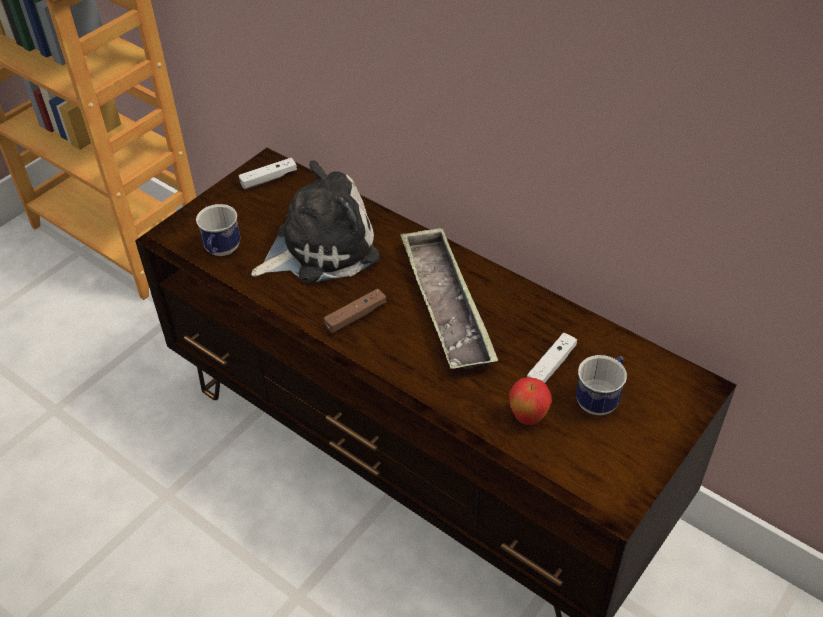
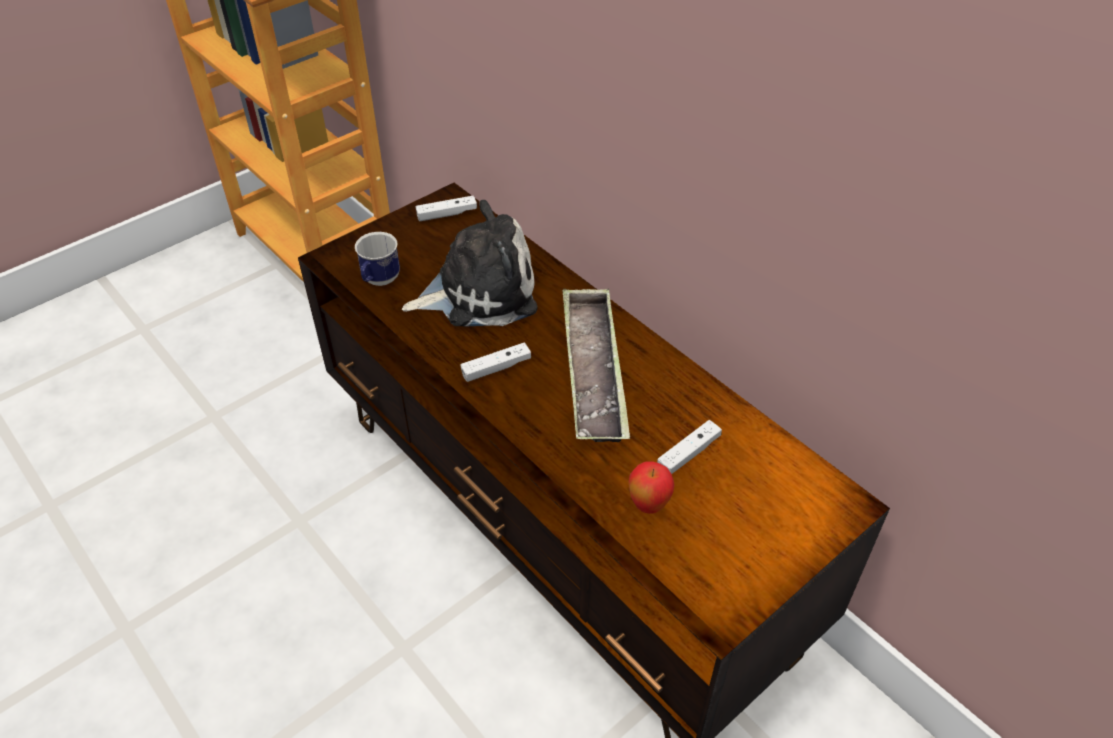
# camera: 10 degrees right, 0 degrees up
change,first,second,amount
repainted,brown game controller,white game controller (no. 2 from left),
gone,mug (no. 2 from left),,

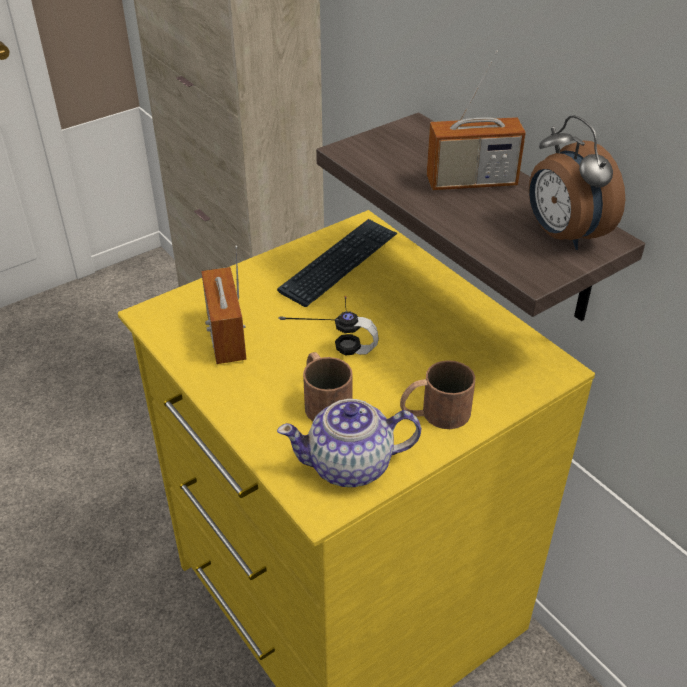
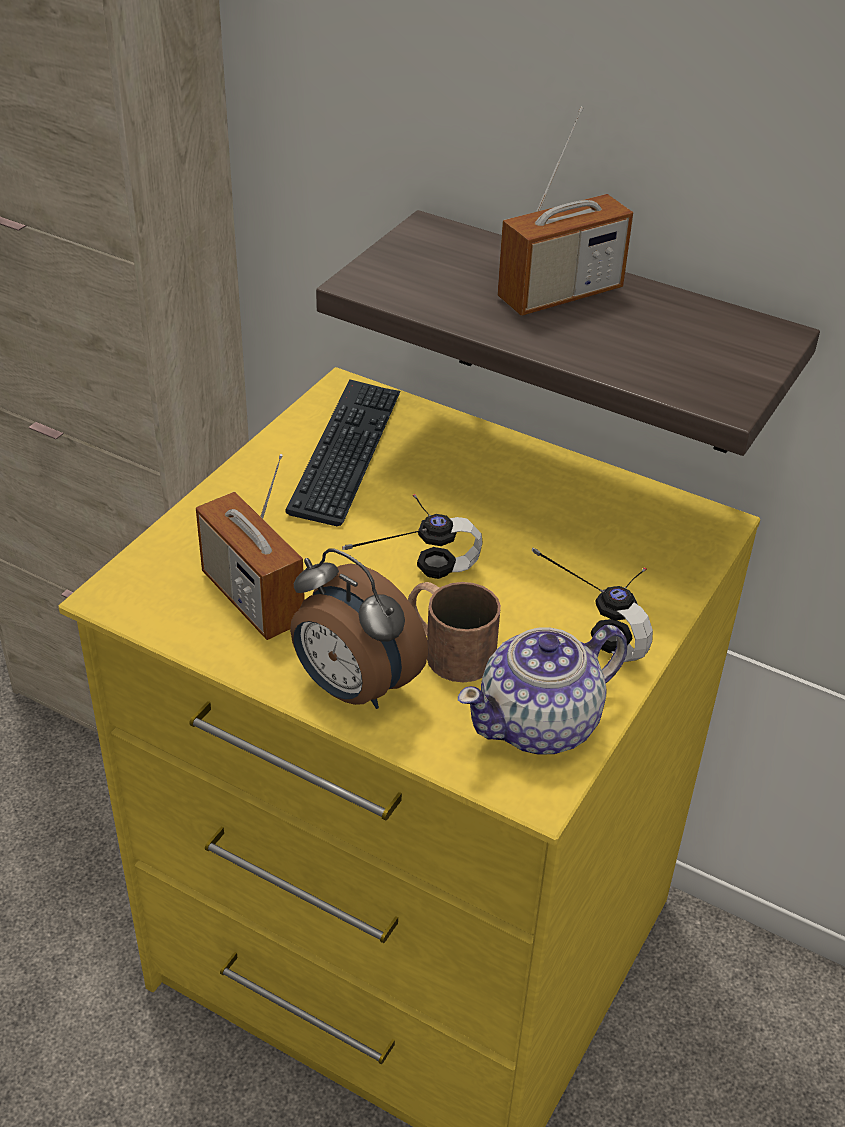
# camera: 25 degrees left, 0 degrees up
change,first,second,amount
shifted,alarm clock,,
swapped,brown mug (no. 2 from left),headphones (no. 2 from left),

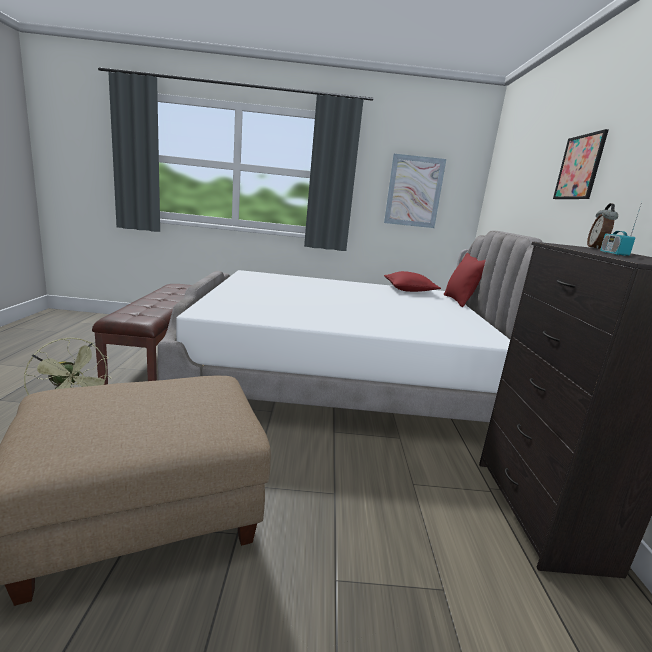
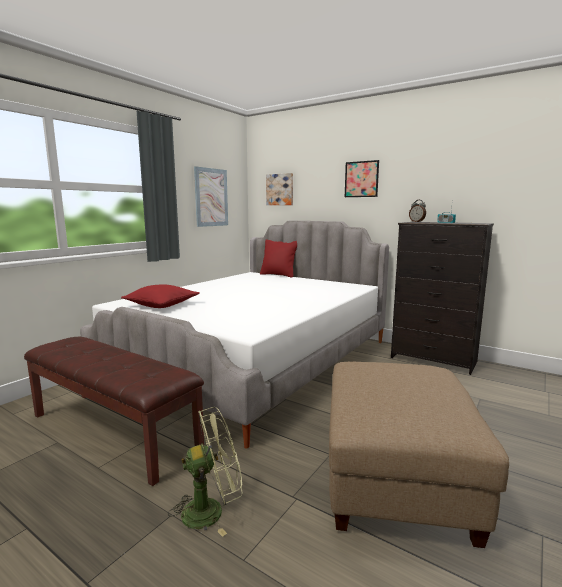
# camera: 55 degrees left, 5 degrees down
change,first,second,amount
shifted,red pillow (no. 1 from left),,
new,,picture (no. 2 from left),

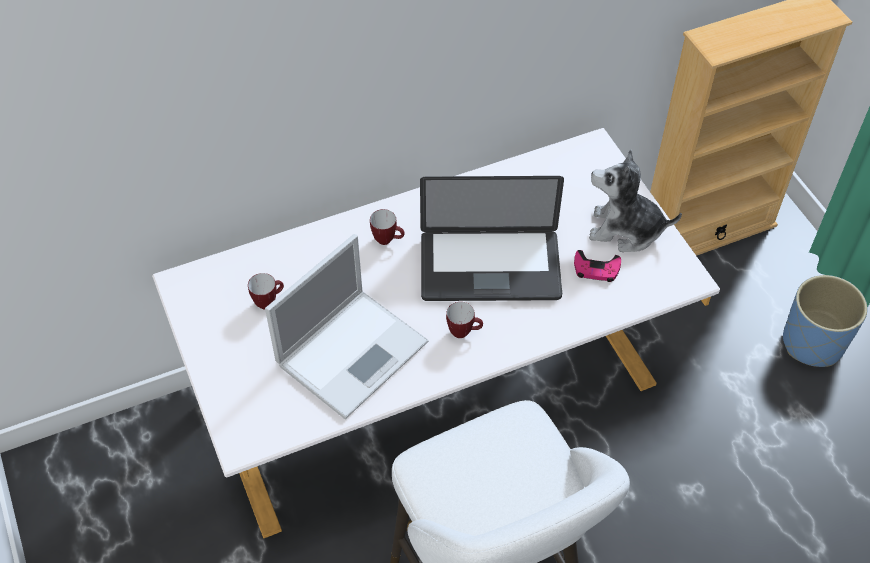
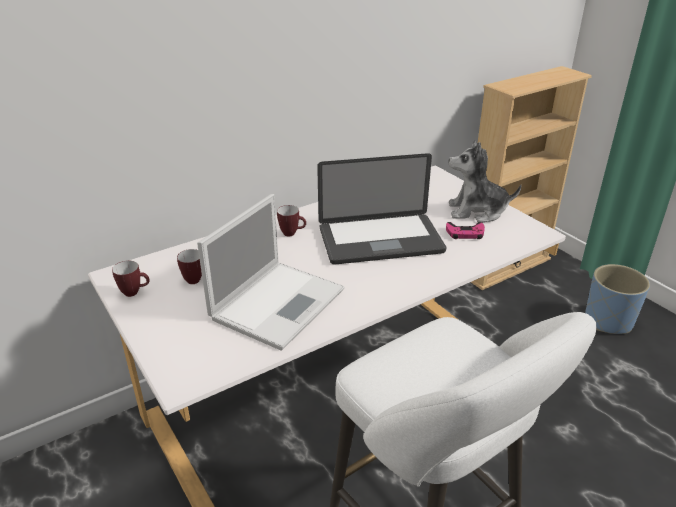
# camera: 10 degrees left, 20 degrees down
change,first,second,amount
shifted,mug (no. 3 from left in the first image),mug (no. 1 from left),

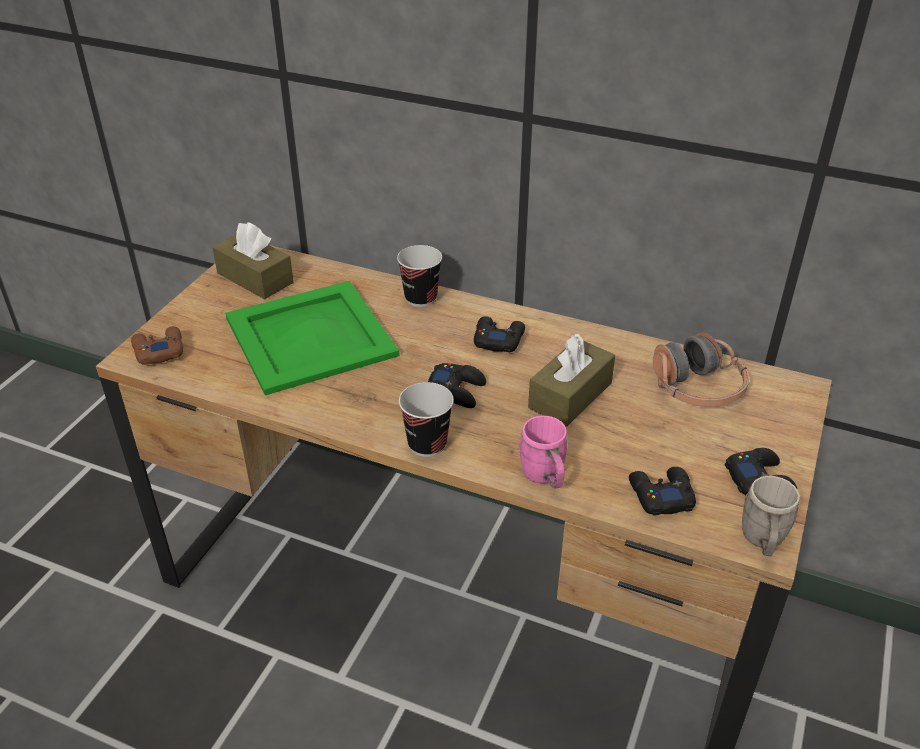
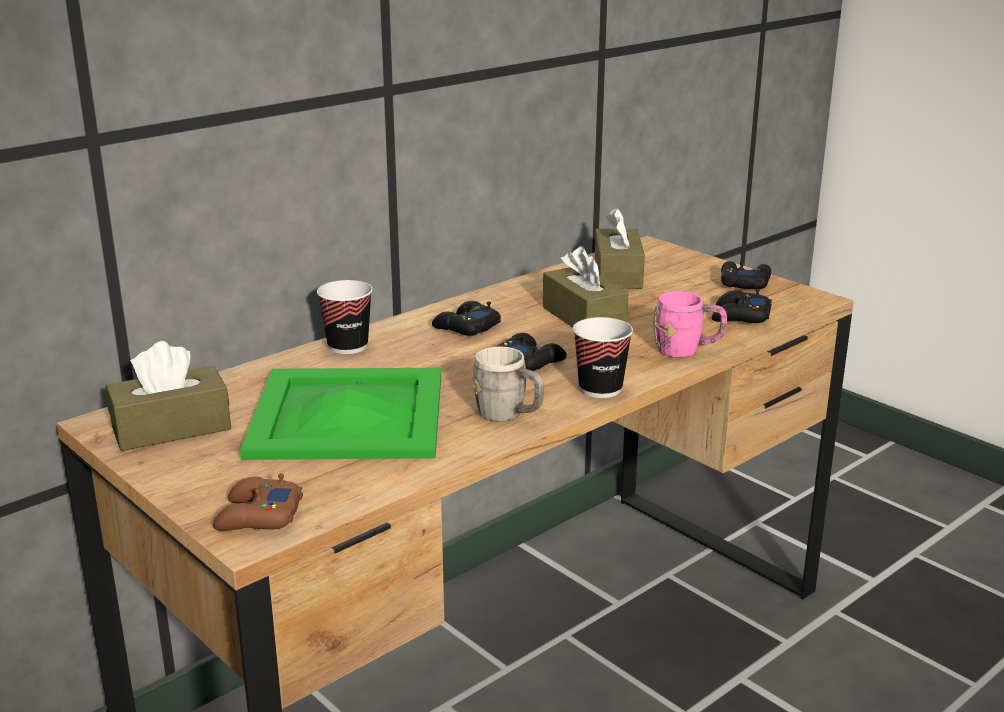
# camera: 65 degrees left, 15 degrees down
change,first,second,amount
swapped,headphones,brown tissue box (no. 3 from left),
shifted,grey mug,,

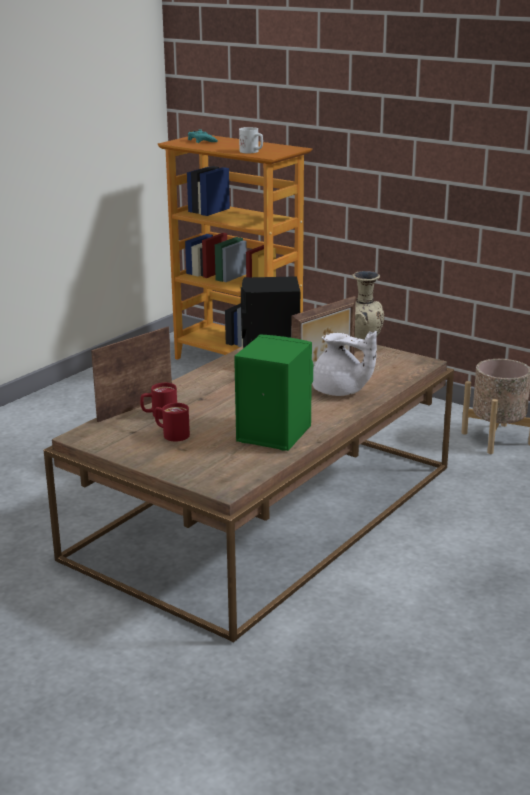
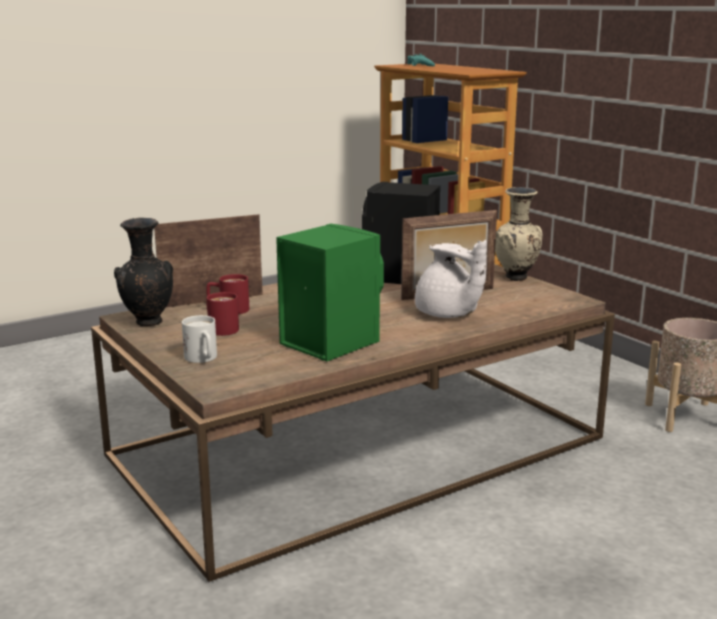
# camera: 20 degrees right, 5 degrees down
change,first,second,amount
shifted,white mug,,
new,,black vase,

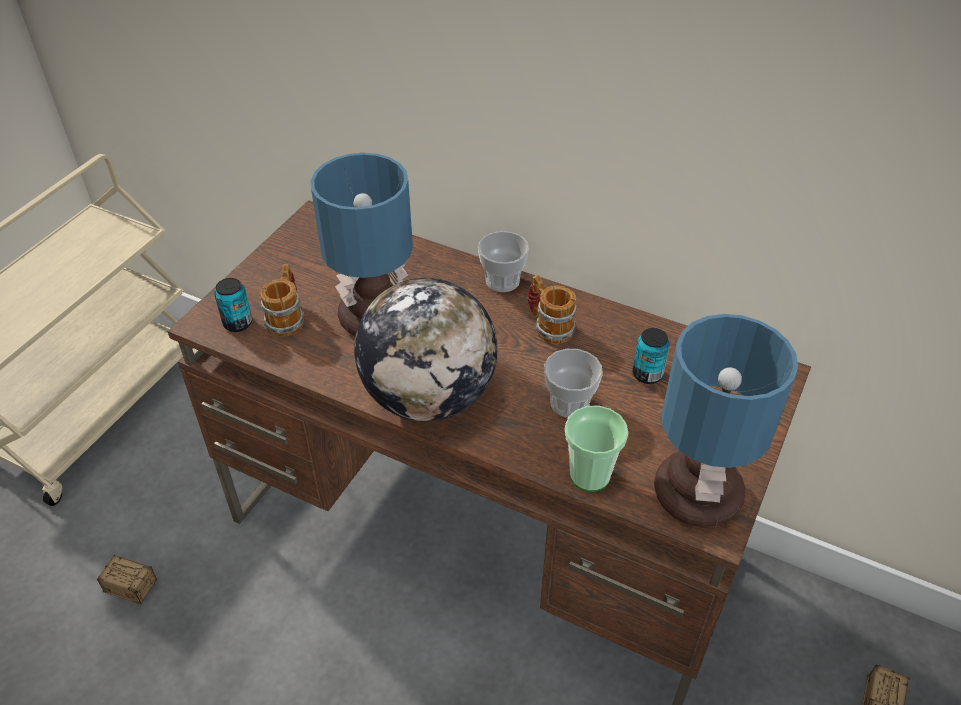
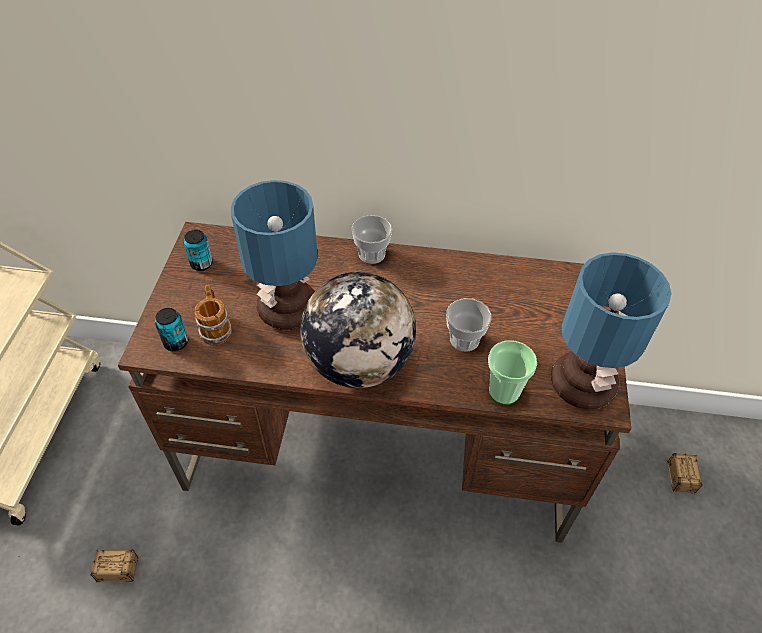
# camera: 20 degrees left, 5 degrees up
change,first,second,amount
gone,mug (no. 2 from left),,
shifted,can (no. 2 from left),,

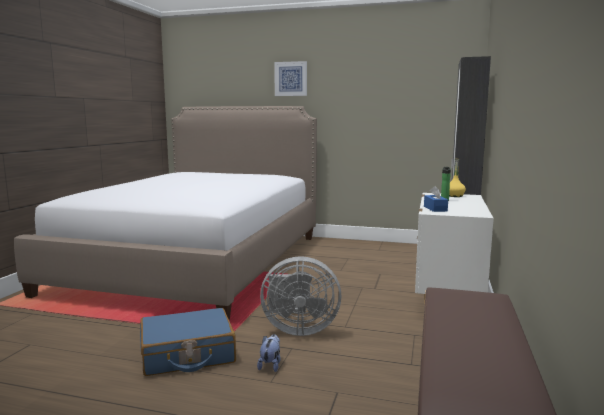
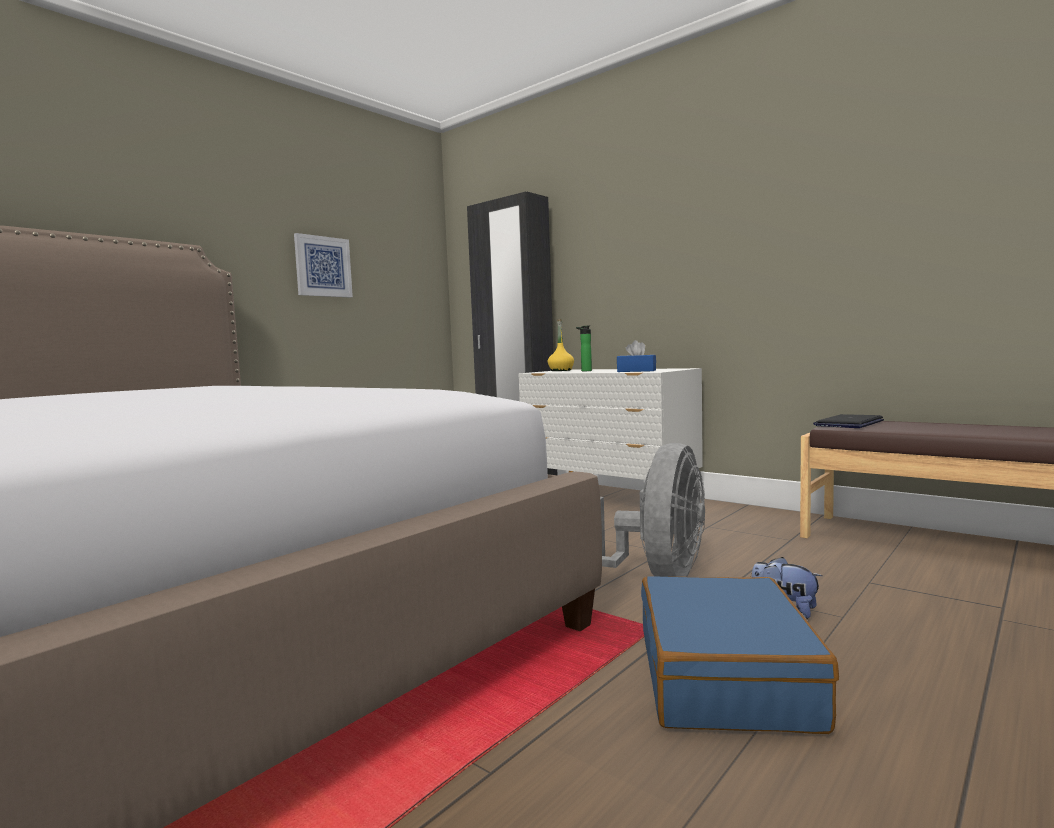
# camera: 65 degrees left, 5 degrees down
change,first,second,amount
shifted,picture,,
new,,laptop,

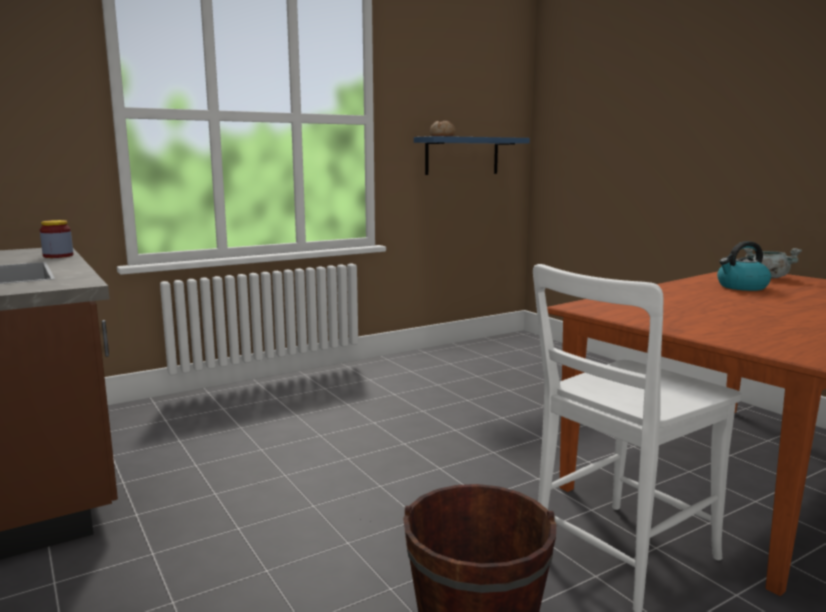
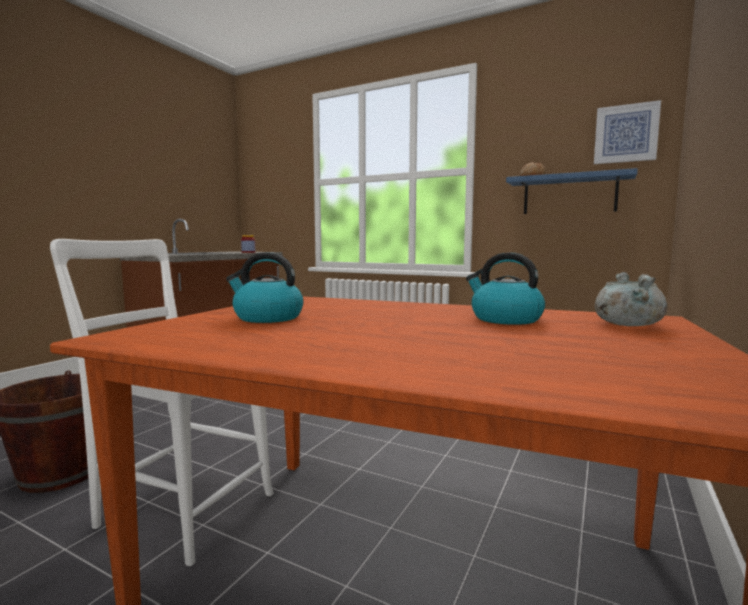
# camera: 60 degrees right, 5 degrees down
change,first,second,amount
new,,picture,
new,,kettle (no. 1 from left),

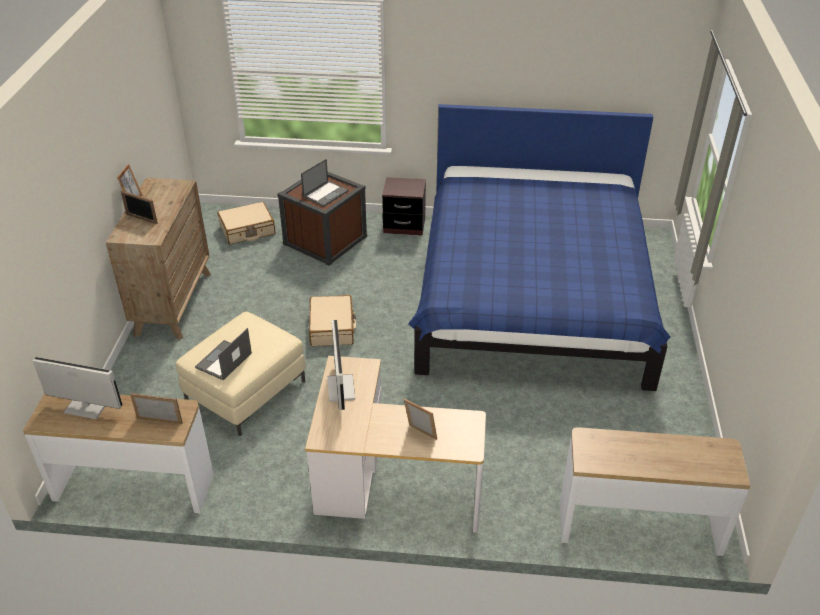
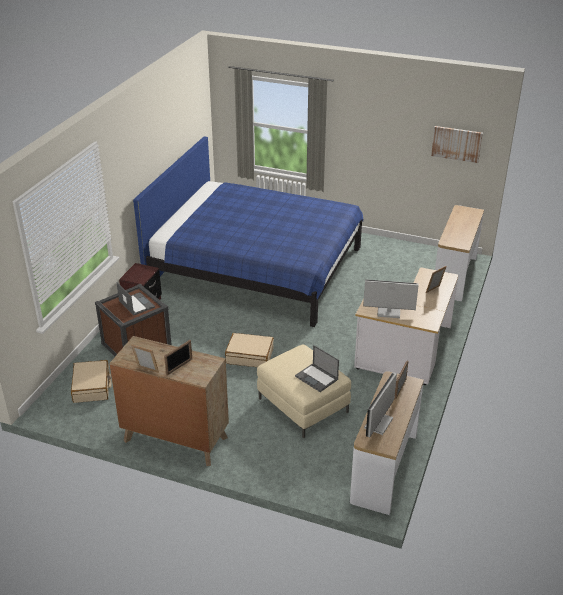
# camera: 75 degrees left, 5 degrees down
change,first,second,amount
new,,picture,

